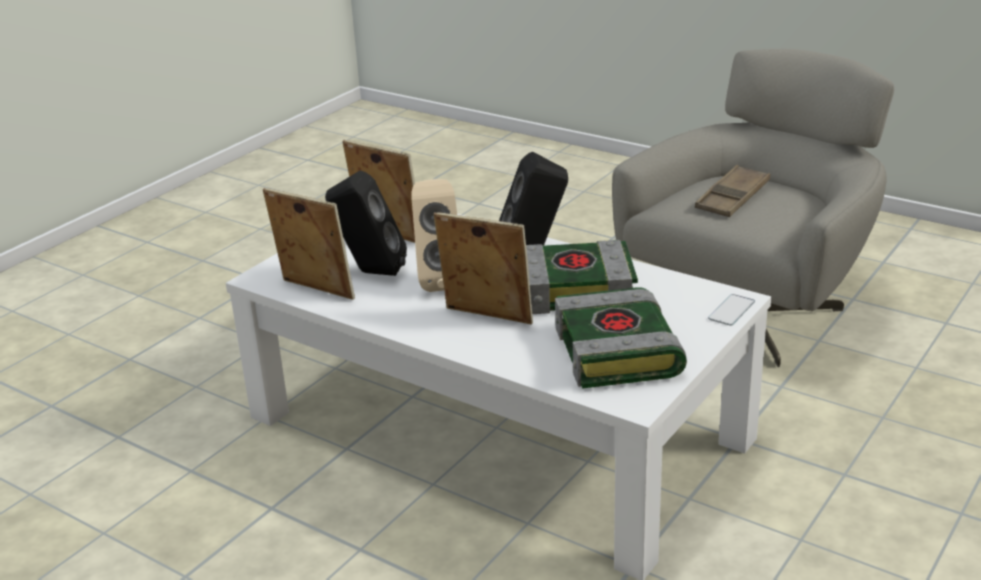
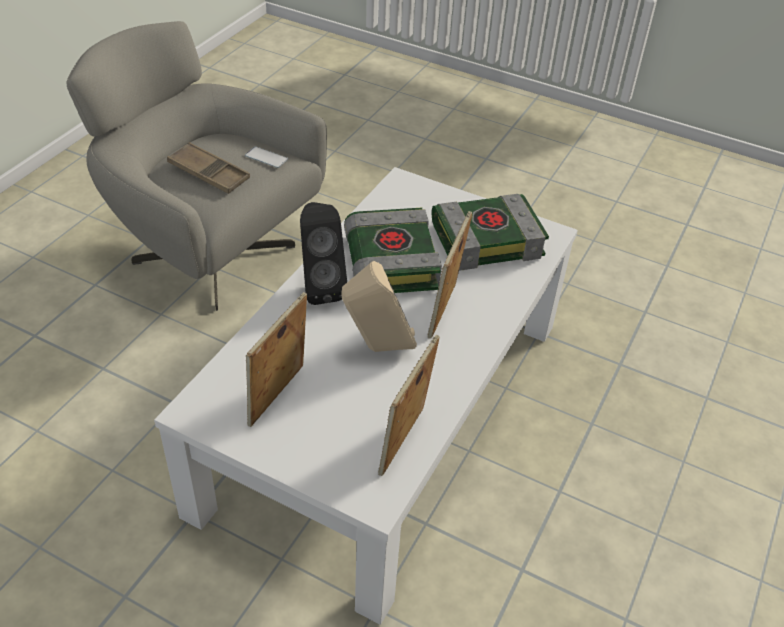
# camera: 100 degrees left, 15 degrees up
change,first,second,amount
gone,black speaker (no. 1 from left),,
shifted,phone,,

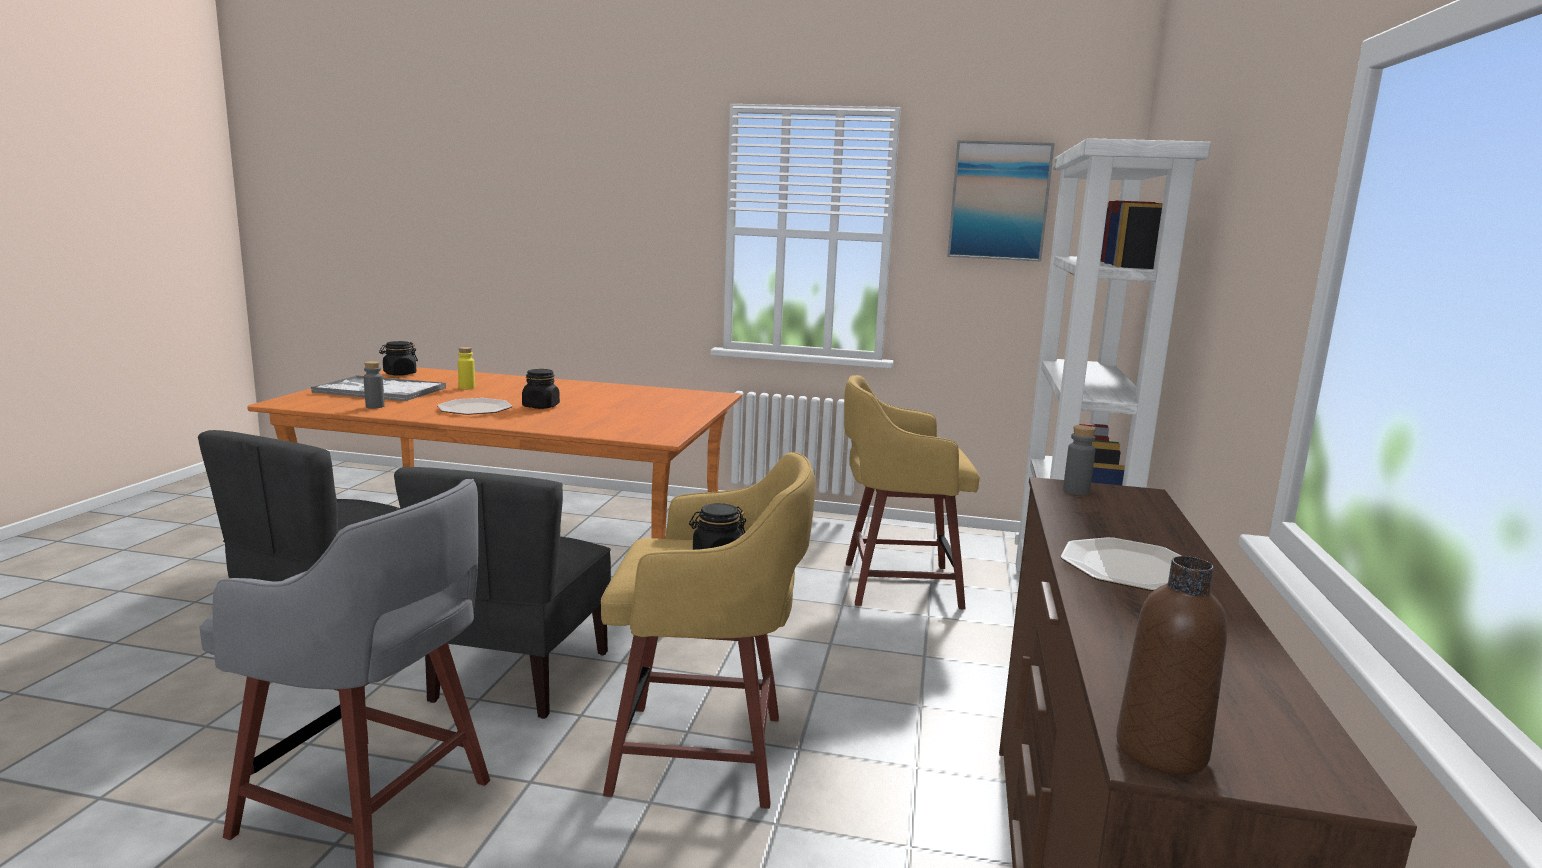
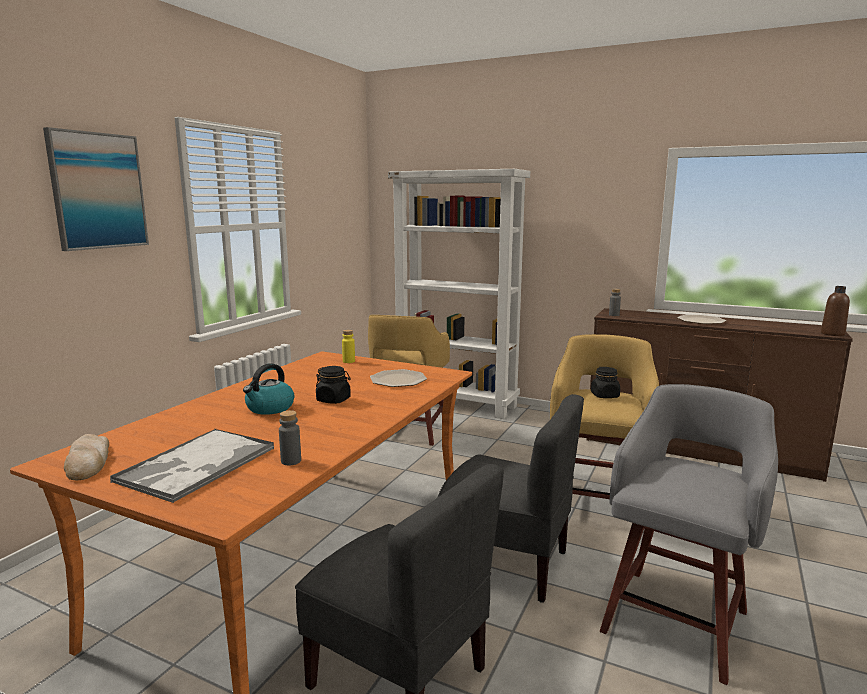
# camera: 75 degrees left, 0 degrees up
change,first,second,amount
shifted,picture,,
swapped,black jar (no. 1 from left),bread,
shifted,yellow bottle,,
shifted,plate (no. 1 from left),,
new,,kettle,

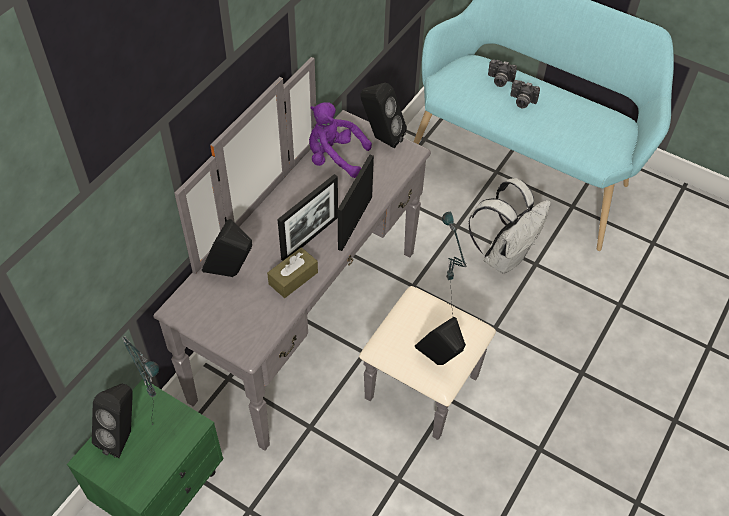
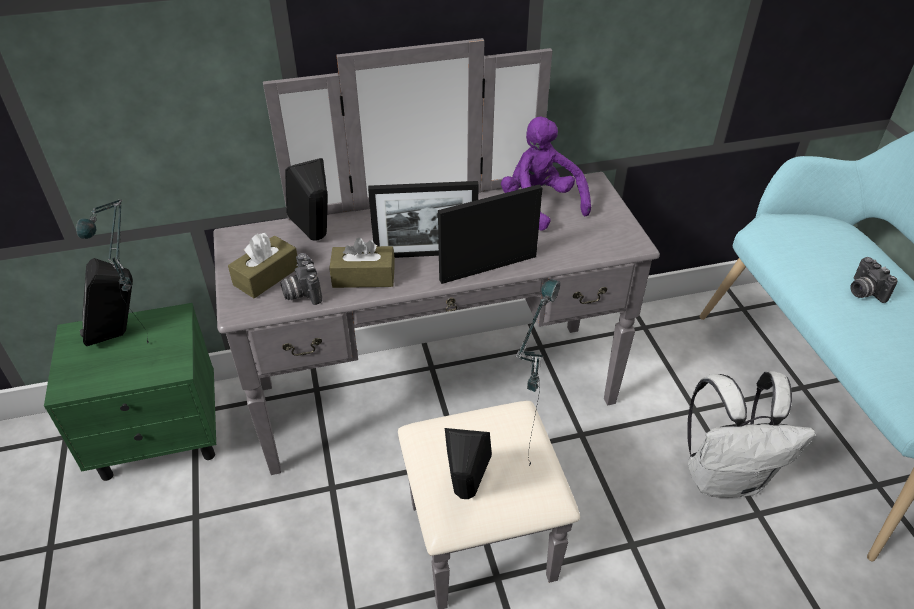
# camera: 45 degrees right, 10 degrees down
change,first,second,amount
shifted,photo camera (no. 1 from left),,
gone,black speaker (no. 3 from left),,
new,,brown tissue box (no. 1 from left),

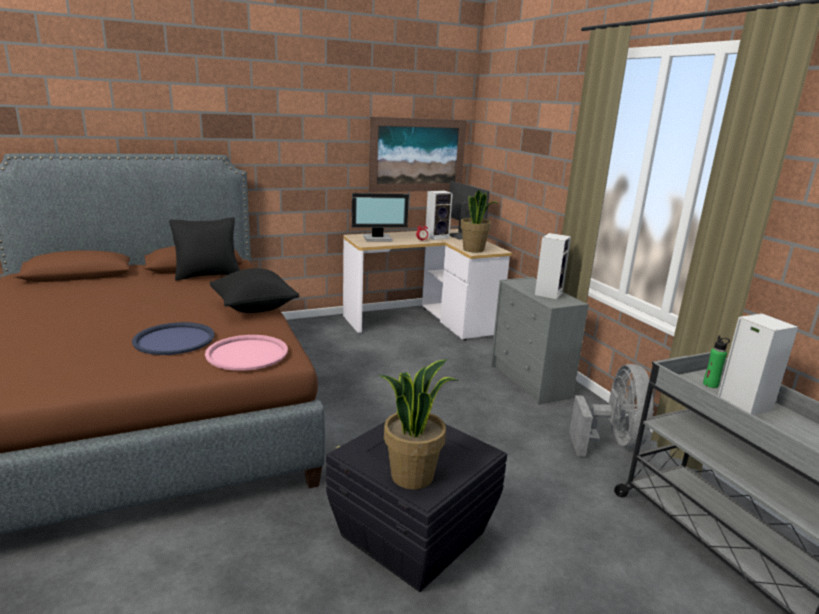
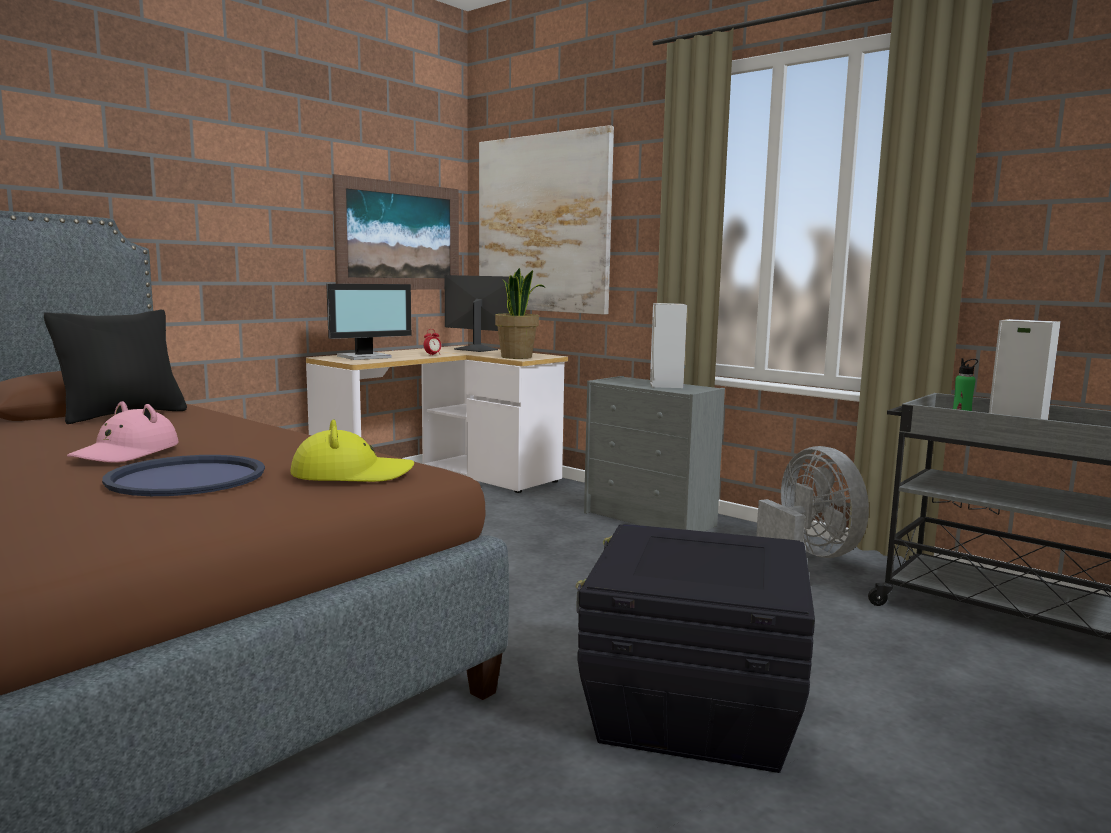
# camera: 25 degrees left, 10 degrees down
change,first,second,amount
gone,speaker (no. 1 from left),,
gone,black pillow (no. 2 from left),,
swapped,pink tray,yellow hat,
gone,potted plant (no. 1 from left),,
new,,picture (no. 2 from left),
new,,pink hat,

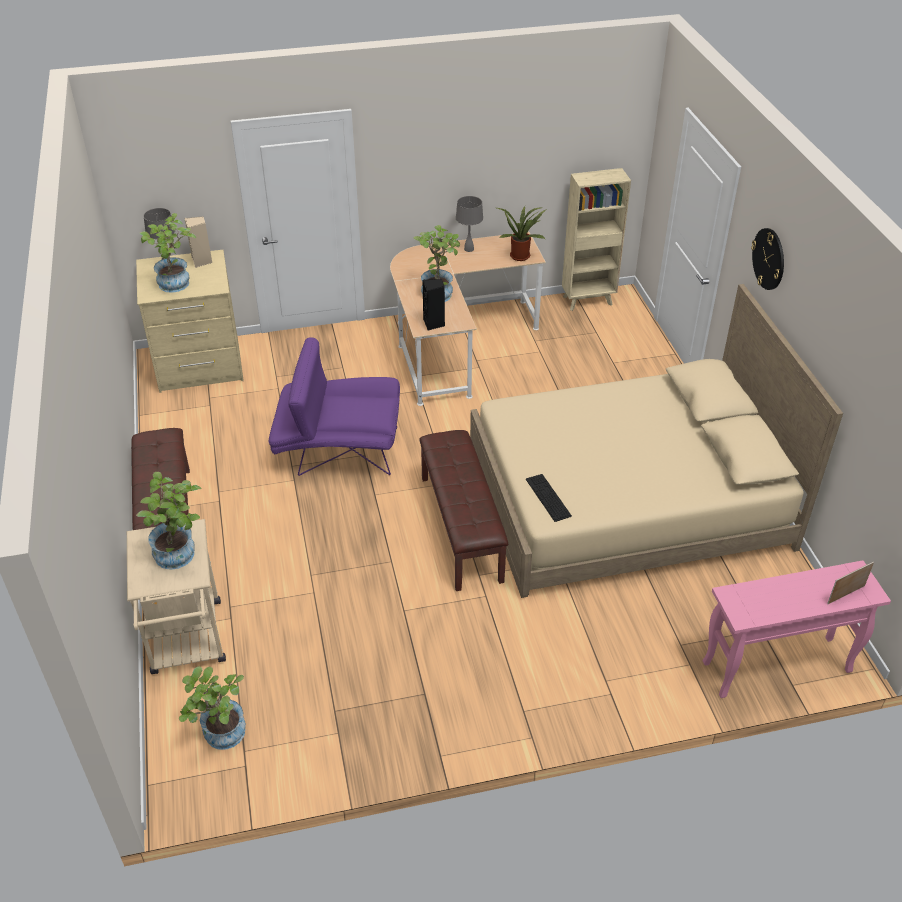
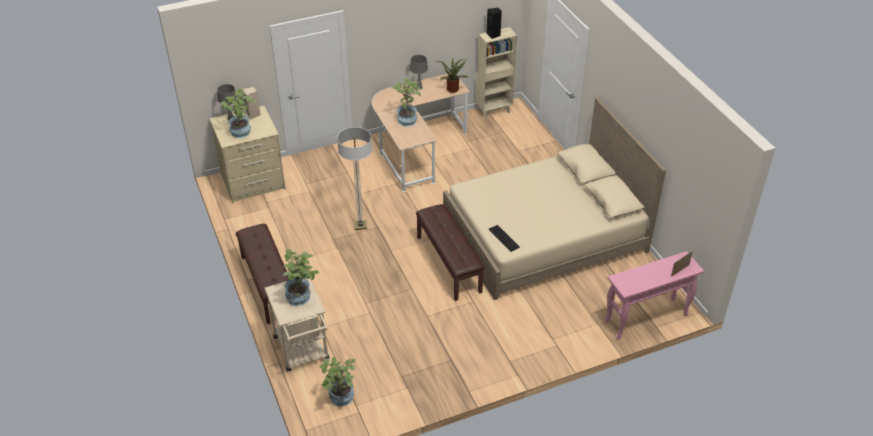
# camera: 10 degrees left, 0 degrees up
change,first,second,amount
gone,wall clock,,
shifted,black speaker,,
swapped,purple armchair,floor lamp,

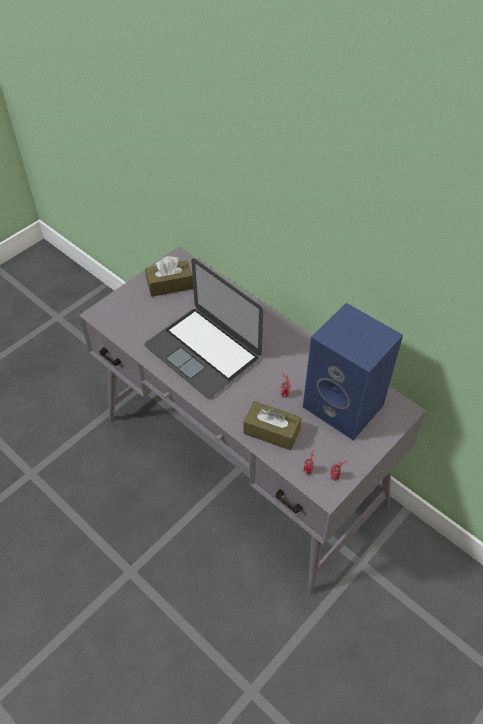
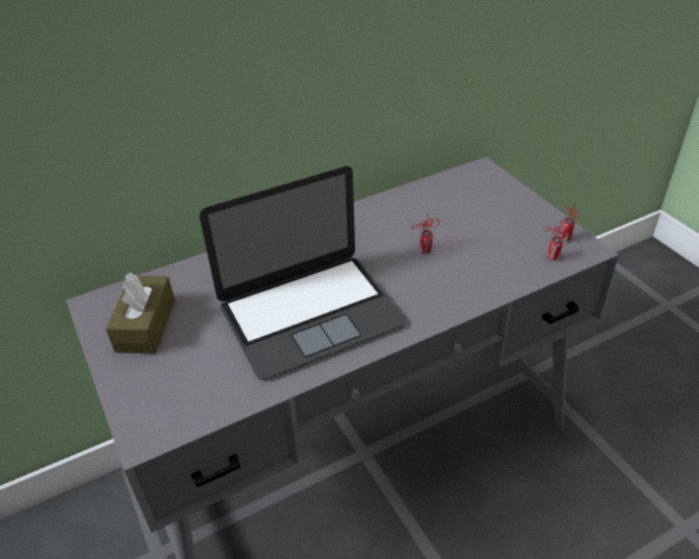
# camera: 70 degrees left, 10 degrees down
change,first,second,amount
gone,blue speaker,,
gone,brown tissue box (no. 2 from left),,

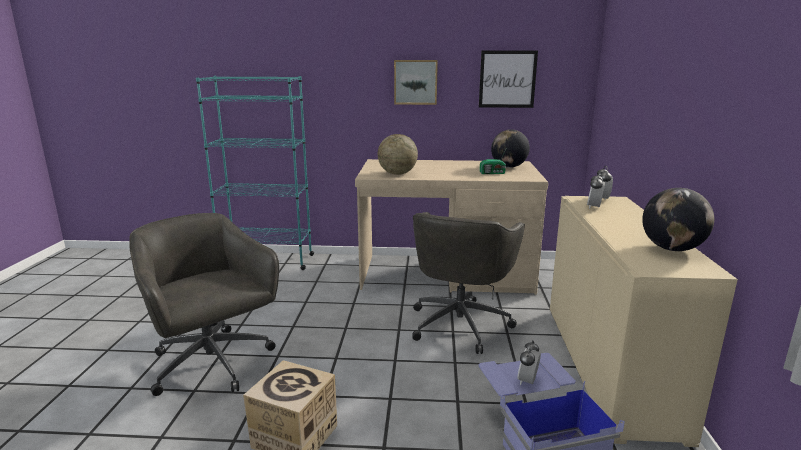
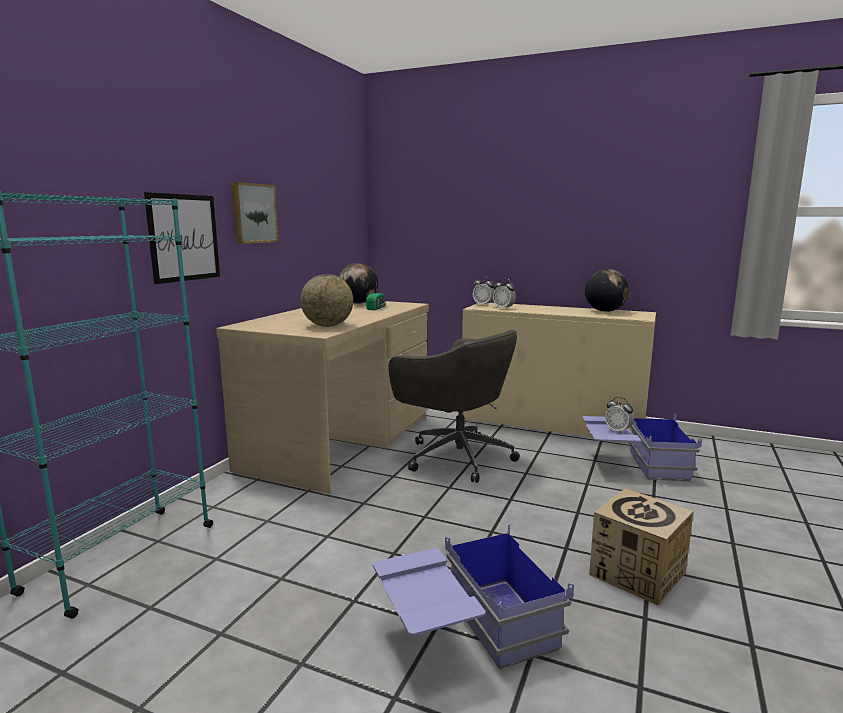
# camera: 70 degrees left, 5 degrees down
change,first,second,amount
shifted,picture (no. 2 from left in the first image),picture (no. 1 from left),
swapped,grey office chair (no. 1 from left),blue storage box (no. 1 from left),

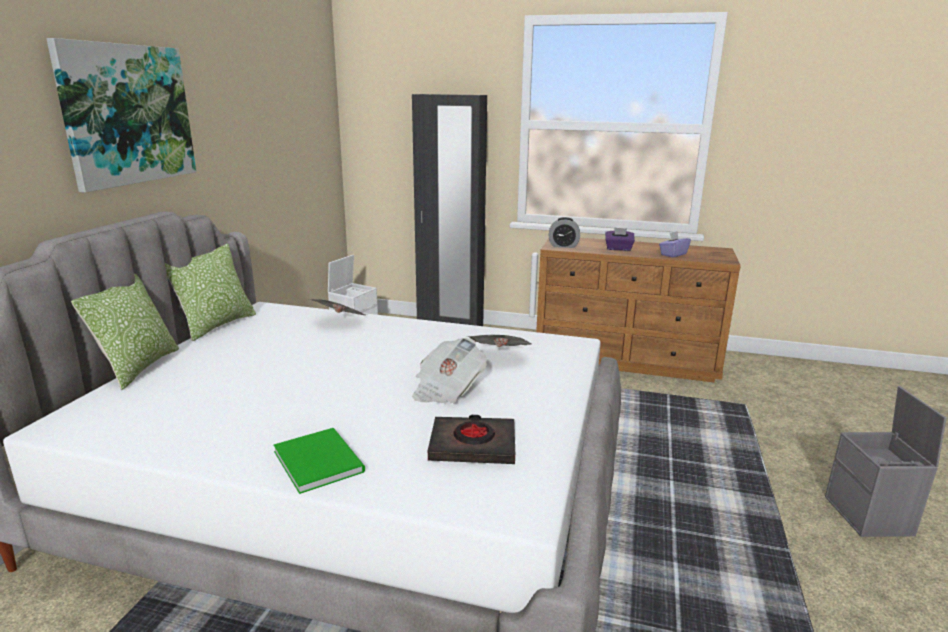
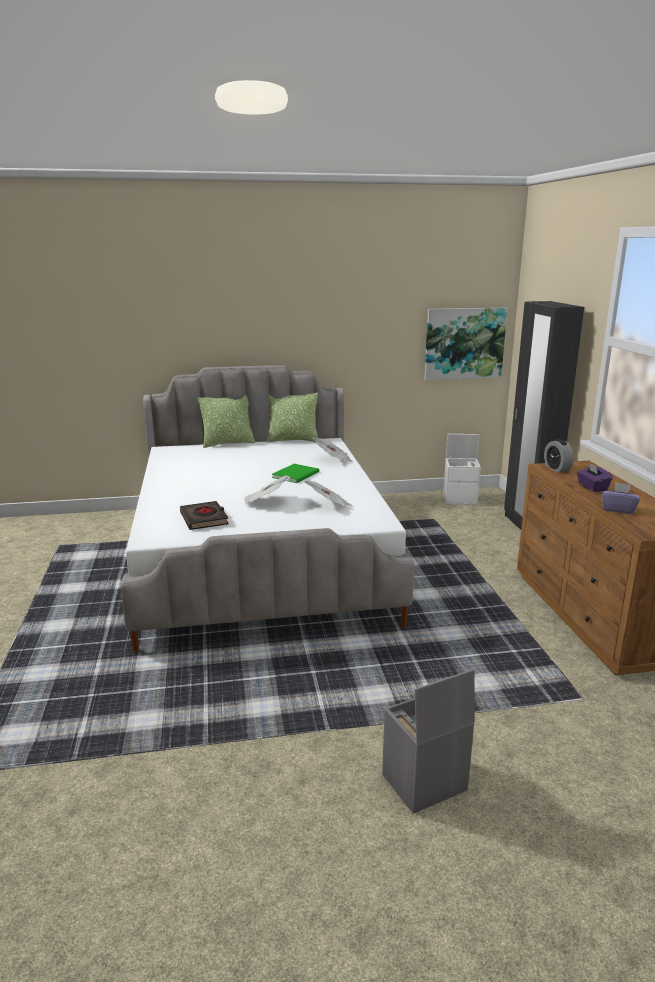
# camera: 65 degrees right, 0 degrees up
change,first,second,amount
shifted,picture,,
shifted,green book,,

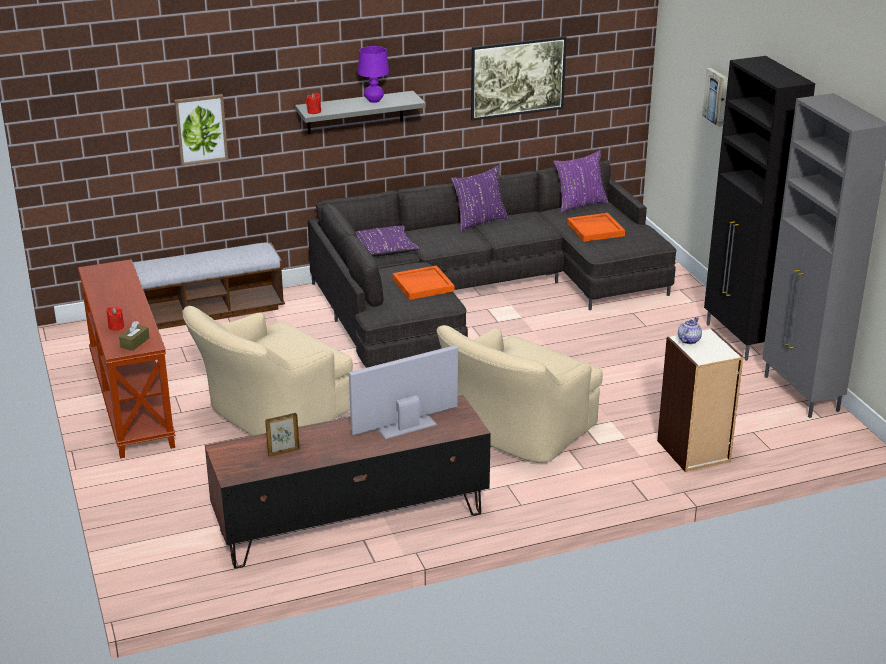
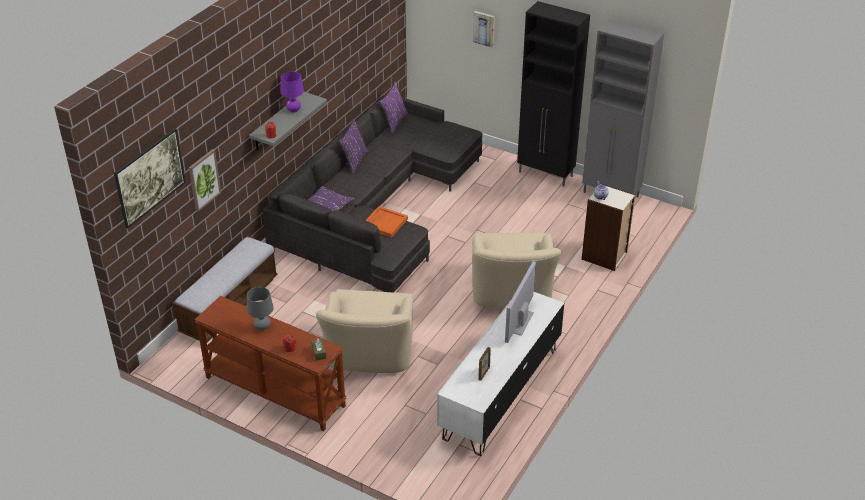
# camera: 40 degrees left, 10 degrees up
change,first,second,amount
shifted,picture (no. 2 from left in the first image),picture (no. 1 from left),
gone,orange tray (no. 2 from left),,
repainted,brown tv stand,white tv stand,
new,,grey table lamp,

